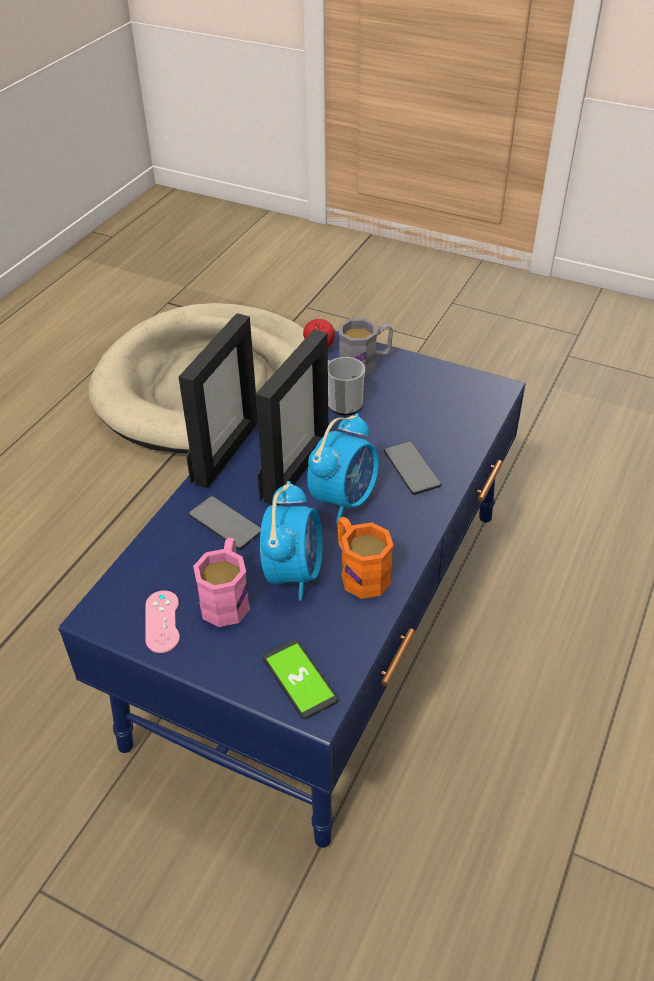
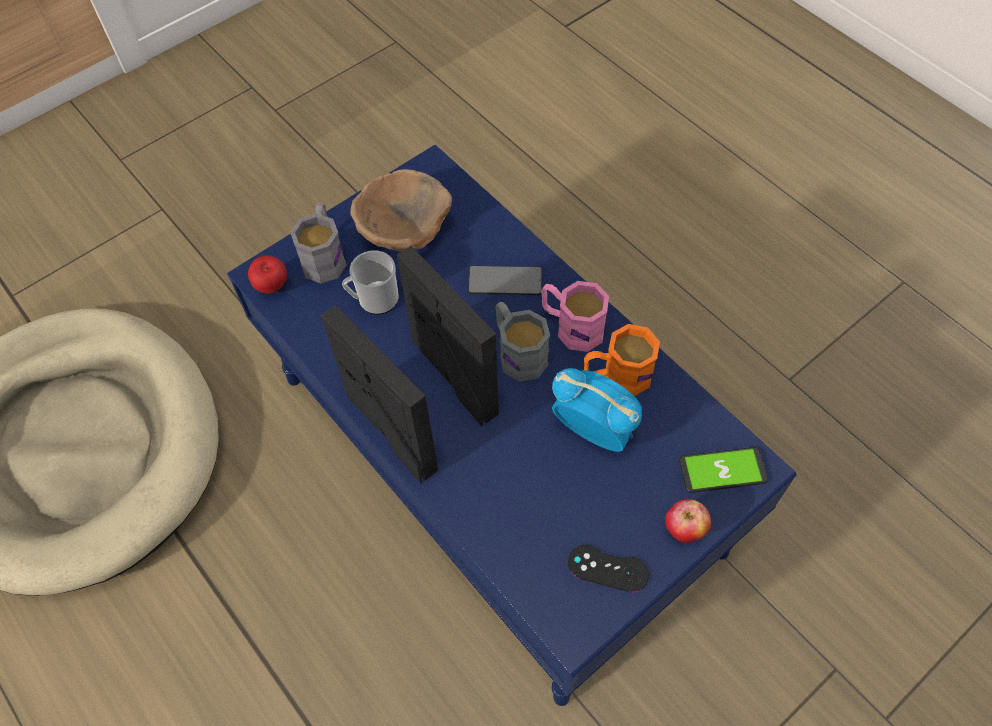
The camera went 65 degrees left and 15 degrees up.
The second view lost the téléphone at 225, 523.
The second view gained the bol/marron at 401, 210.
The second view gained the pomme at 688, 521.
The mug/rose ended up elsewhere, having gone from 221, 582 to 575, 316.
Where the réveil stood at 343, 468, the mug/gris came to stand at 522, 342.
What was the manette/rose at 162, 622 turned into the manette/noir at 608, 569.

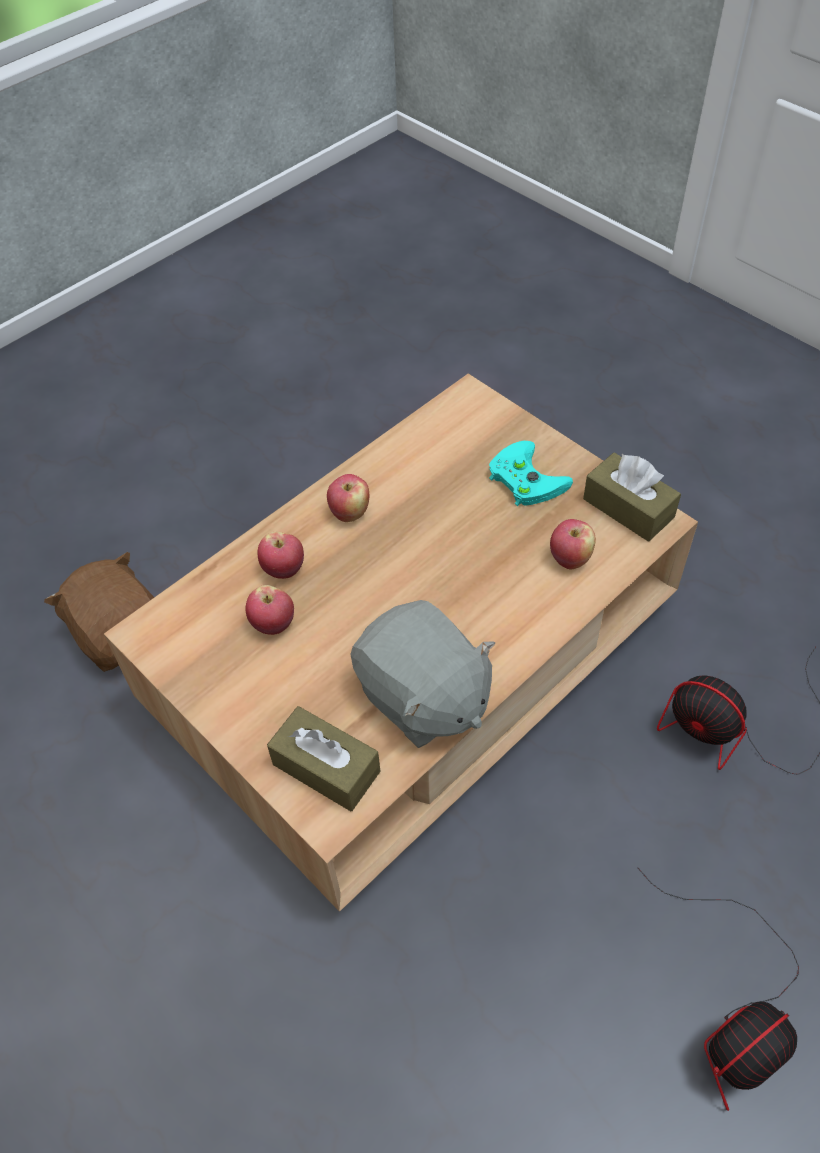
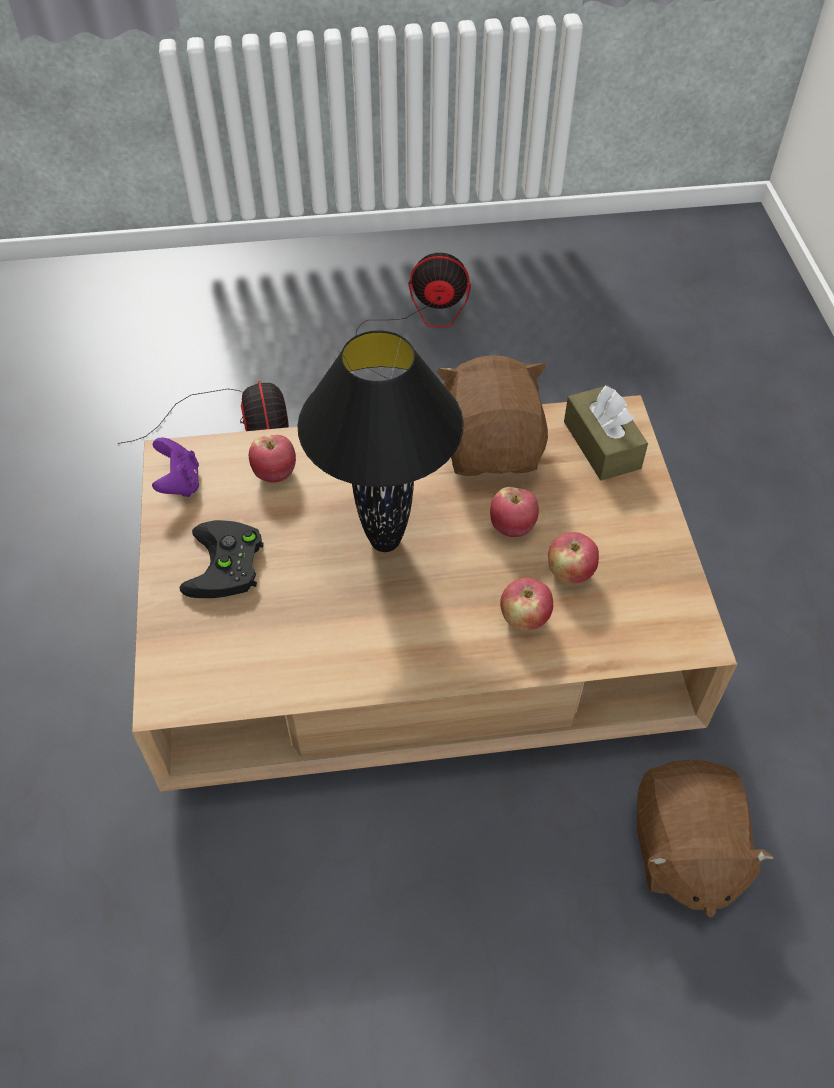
The camera went 145 degrees left and 0 degrees up.
The second view gained the lampe de table/noir at 381, 441.
The pomme ended up elsewhere, having gone from 348, 498 to 514, 512.
Where the boîte à mouchoirs/marron stood at 632, 497, the manette/violet came to stand at 175, 467.
What was the peluche/gris at 423, 674 turned into the peluche/marron at 492, 415.
What was the manette/turquoise at 531, 473 turned into the manette/noir at 221, 559.

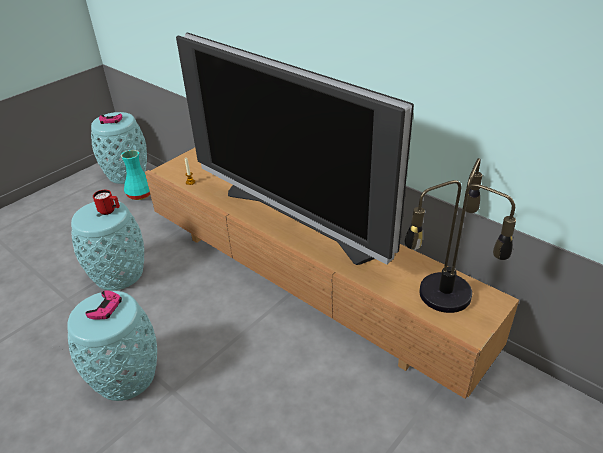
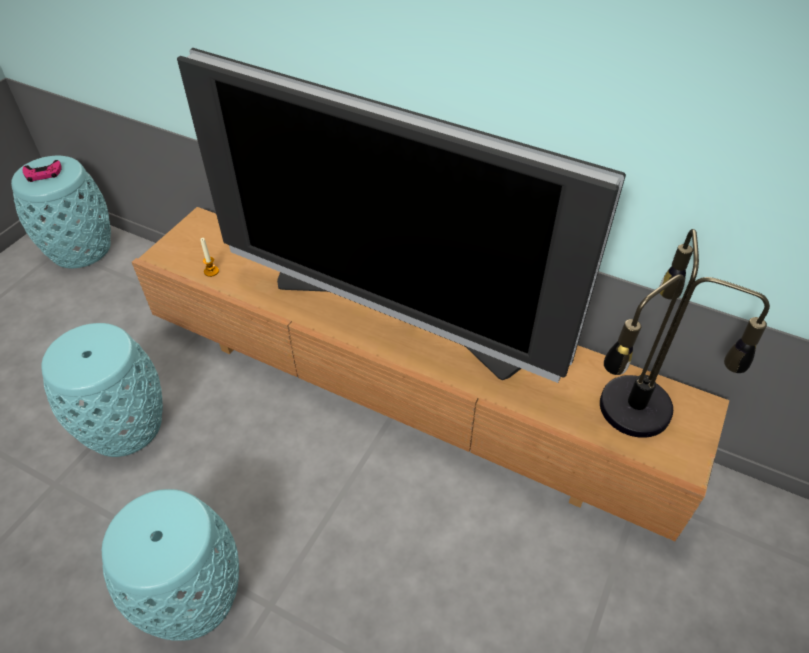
The camera went 15 degrees left and 10 degrees up.
The second view lost the manette/rose at 104, 305.
The second view lost the mug/rouge at 106, 202.
The second view lost the vase/turquoise at 135, 175.

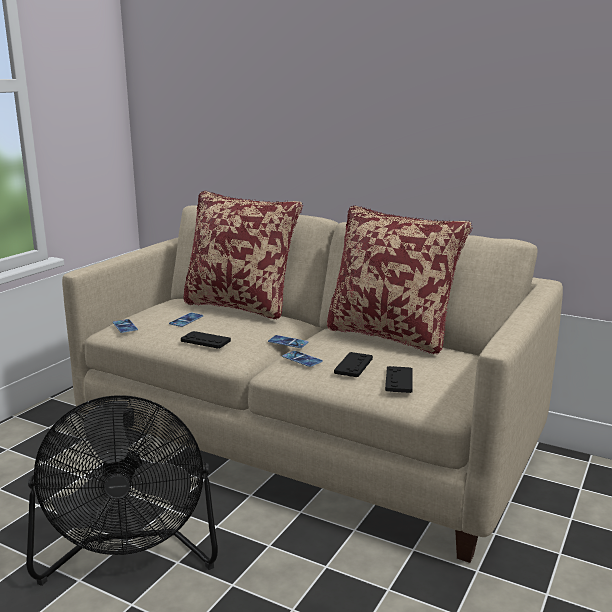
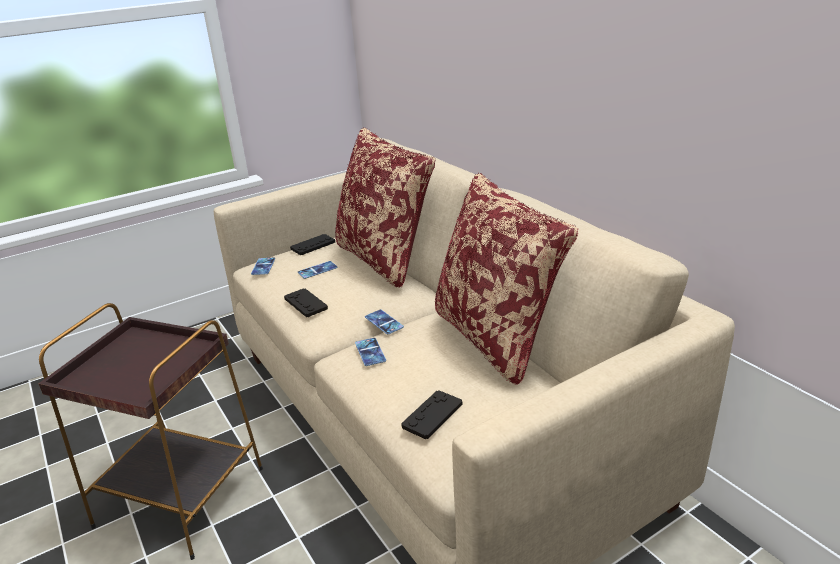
The camera went 30 degrees right and 10 degrees up.
The manette/noir ended up elsewhere, having gone from 353, 364 to 312, 244.
Where the ventilateur/noir stood at 122, 490, the table d'appoint/marron came to stand at 150, 431.

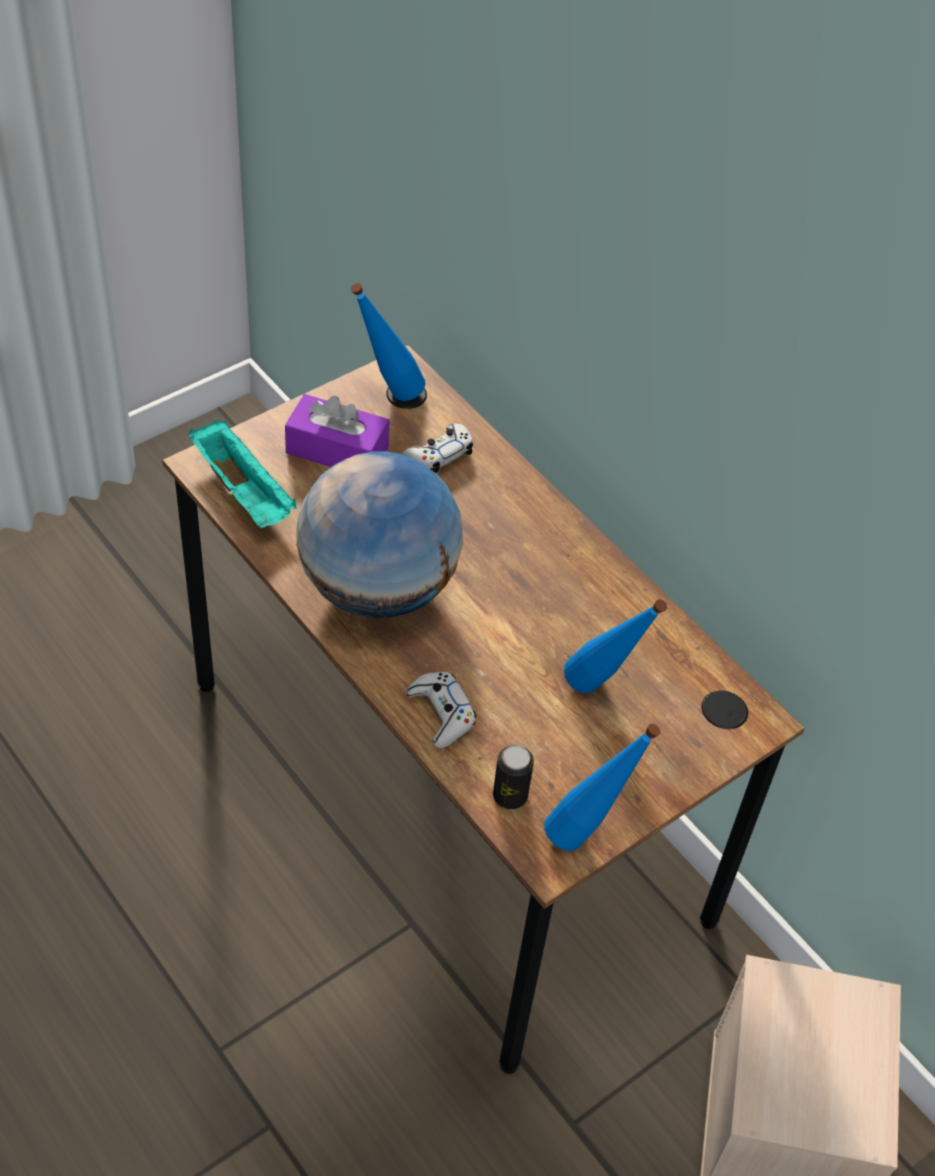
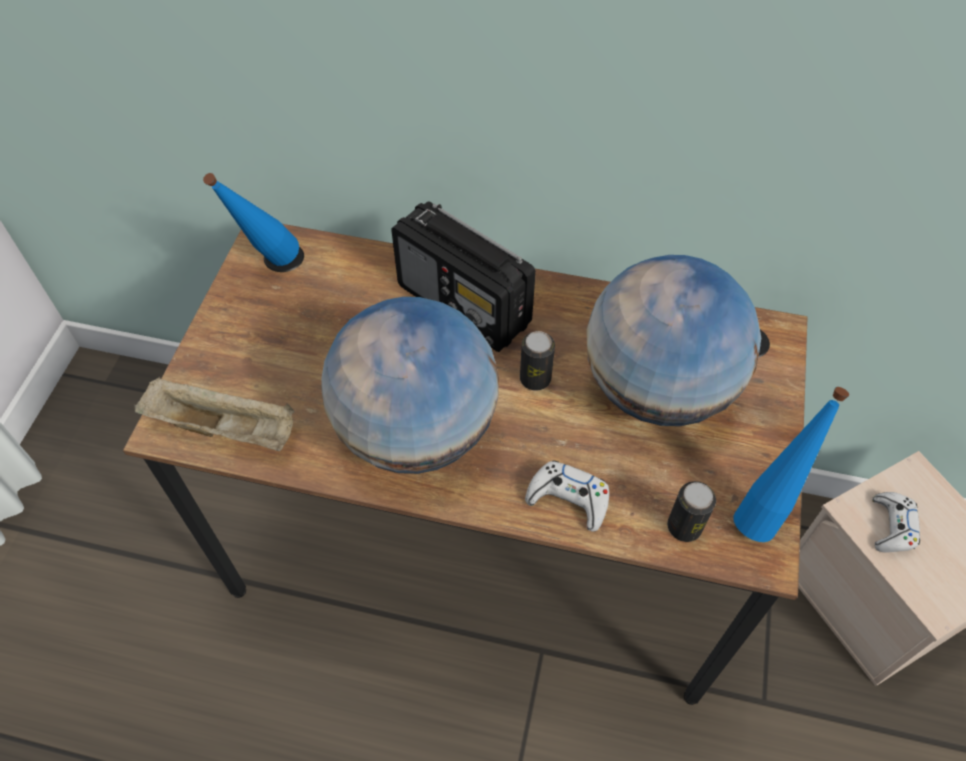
The camera went 35 degrees left and 5 degrees up.
The second view lost the boîte à mouchoirs/violet at 337, 430.
The second view gained the radio at 463, 276.
The second view gained the boîte métallique at 537, 361.
The manette/blanc ended up elsewhere, having gone from 438, 448 to 896, 522.
Where the bouteille/bleu stood at 615, 646, the globe came to stand at 673, 340.
What was the plateau/turquoise at 242, 474 turned into the plateau/beige at 214, 414.

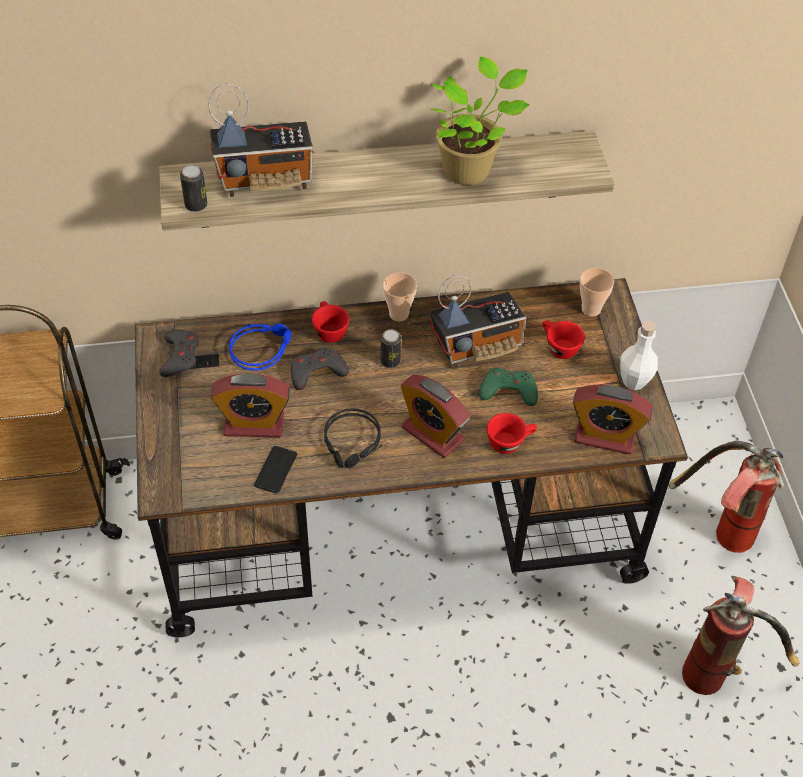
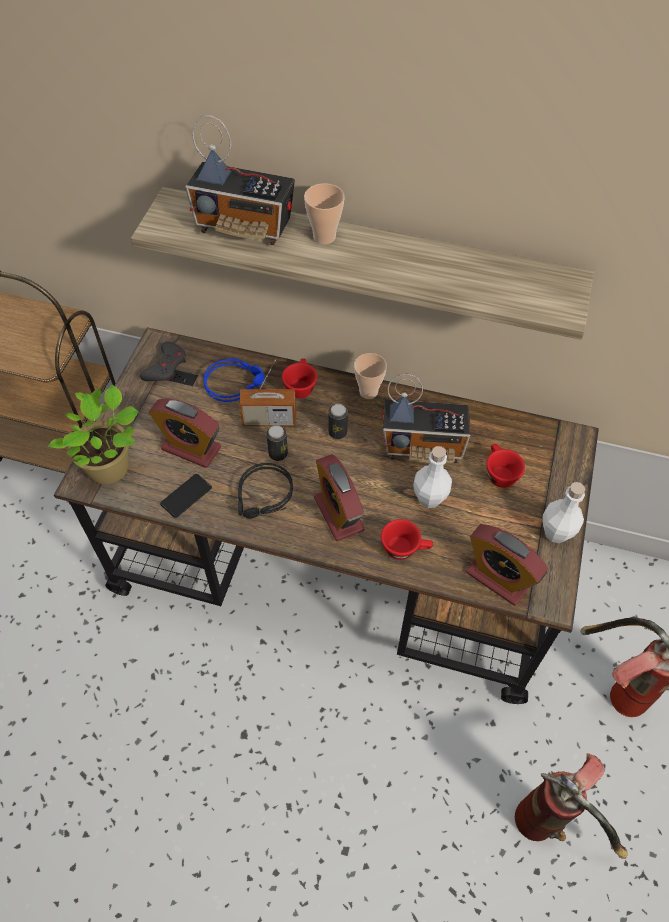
The camera went 25 degrees right and 5 degrees up.
The boîte métallique ended up elsewhere, having gone from 193, 188 to 277, 443.
The plante en pot ended up elsewhere, having gone from 479, 120 to 93, 434.
The tasse ended up elsewhere, having gone from 597, 292 to 324, 213.
Where the manette/gris stood at 320, 369, the radio came to stand at 267, 393.
Where the manette/vert stood at 508, 387, the bouteille/blanc came to stand at 432, 477.

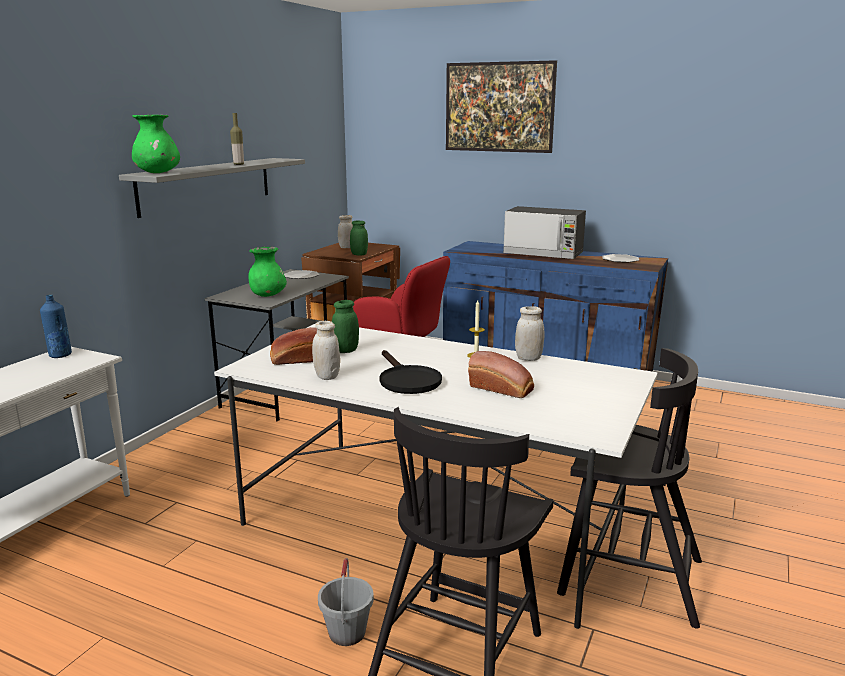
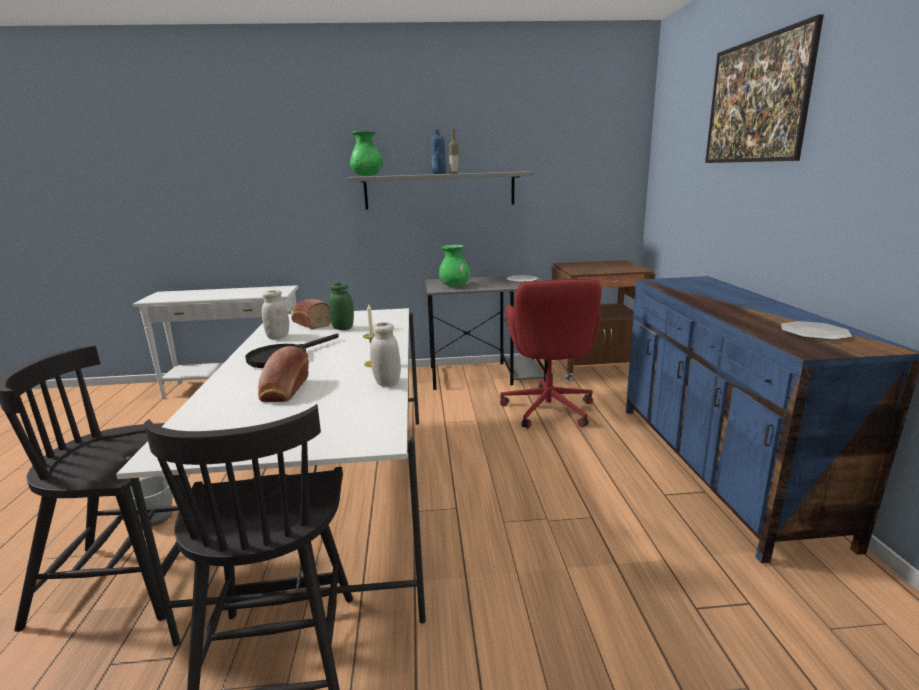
The camera went 60 degrees right and 0 degrees up.
The second view lost the bocal/blanc at 345, 231.
The second view lost the bocal/vert at 359, 238.
The second view lost the micro-ondes at 544, 232.
The bouteille/bleu ended up elsewhere, having gone from 56, 326 to 438, 152.

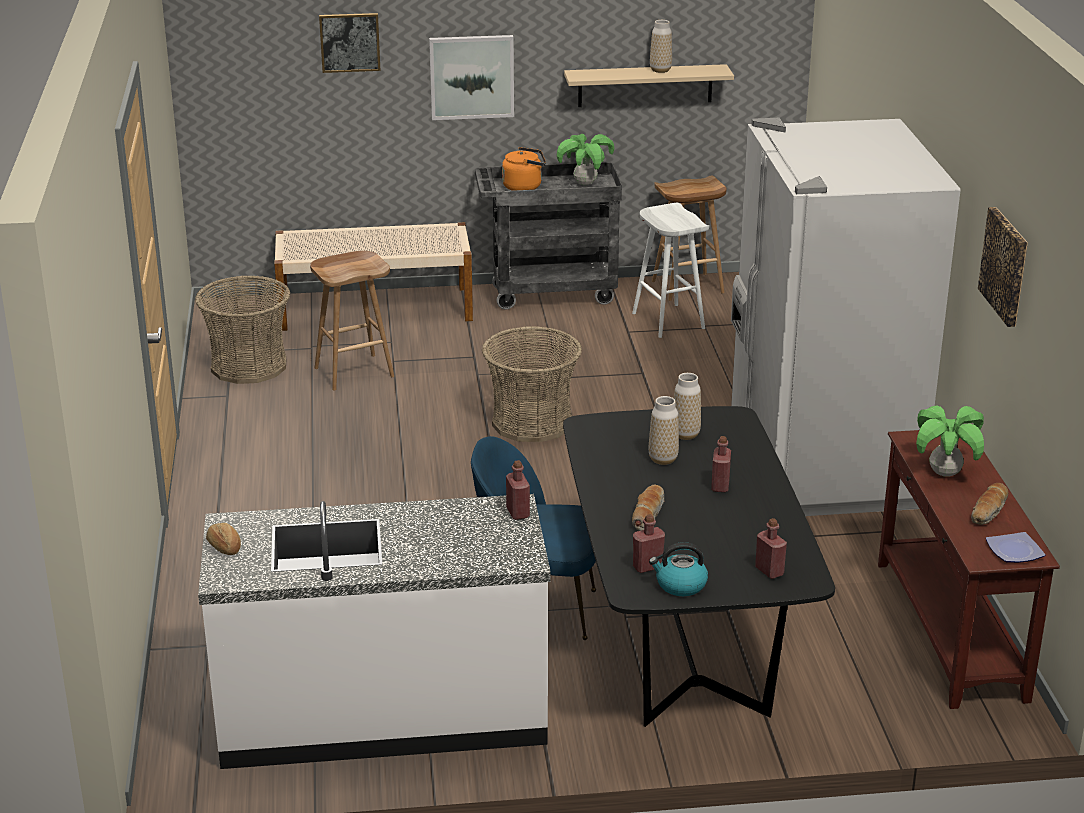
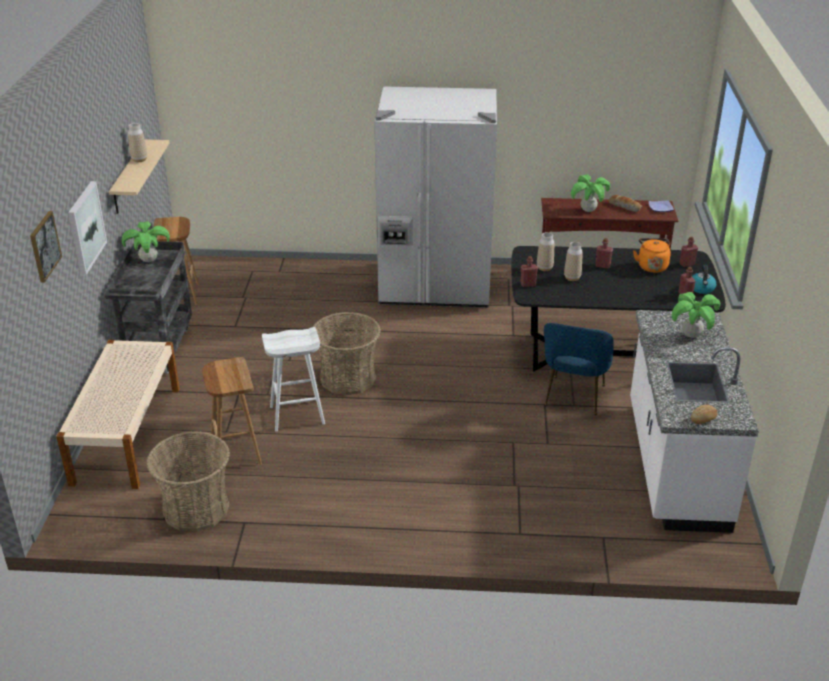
The camera went 80 degrees left and 5 degrees up.
The second view lost the pain at 648, 507.
The second view lost the tableau at 1003, 267.
The second view gained the plante en pot at 696, 315.
The bouilloire/orange ended up elsewhere, having gone from 524, 169 to 652, 255.
The bouteille/rouge ended up elsewhere, having gone from 518, 490 to 529, 271.
The tabouret/blanc ended up elsewhere, having gone from 670, 270 to 293, 379.

